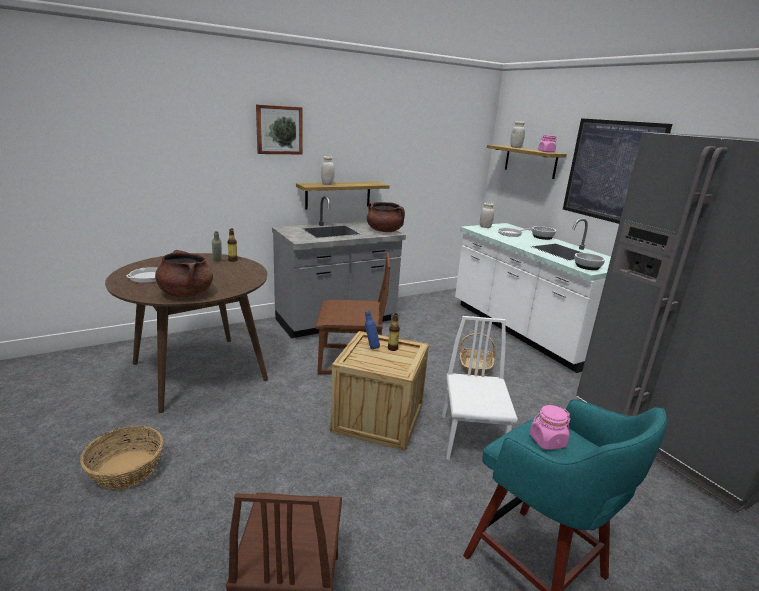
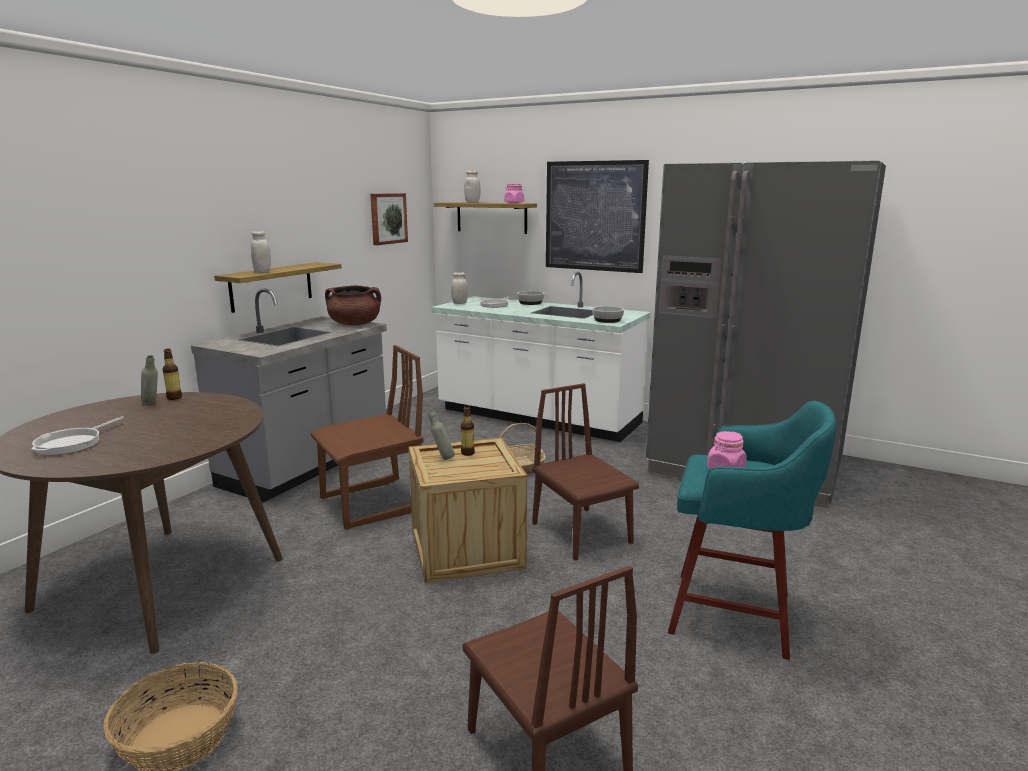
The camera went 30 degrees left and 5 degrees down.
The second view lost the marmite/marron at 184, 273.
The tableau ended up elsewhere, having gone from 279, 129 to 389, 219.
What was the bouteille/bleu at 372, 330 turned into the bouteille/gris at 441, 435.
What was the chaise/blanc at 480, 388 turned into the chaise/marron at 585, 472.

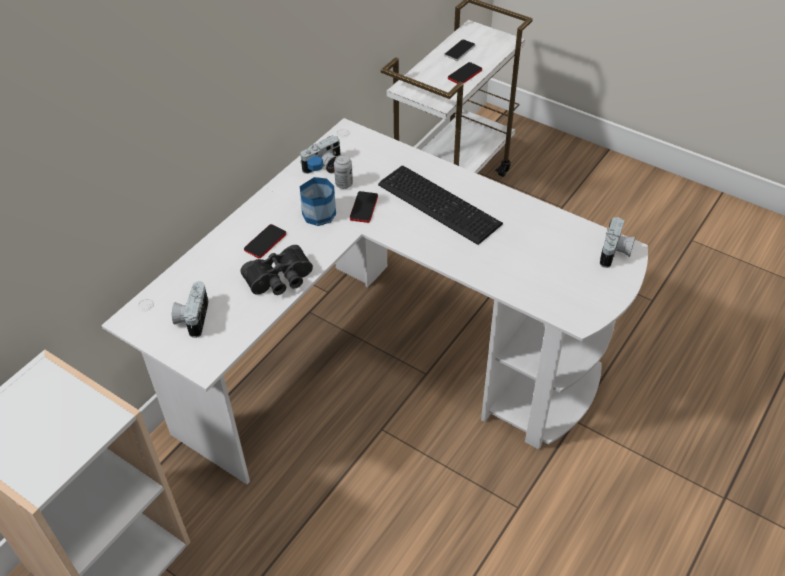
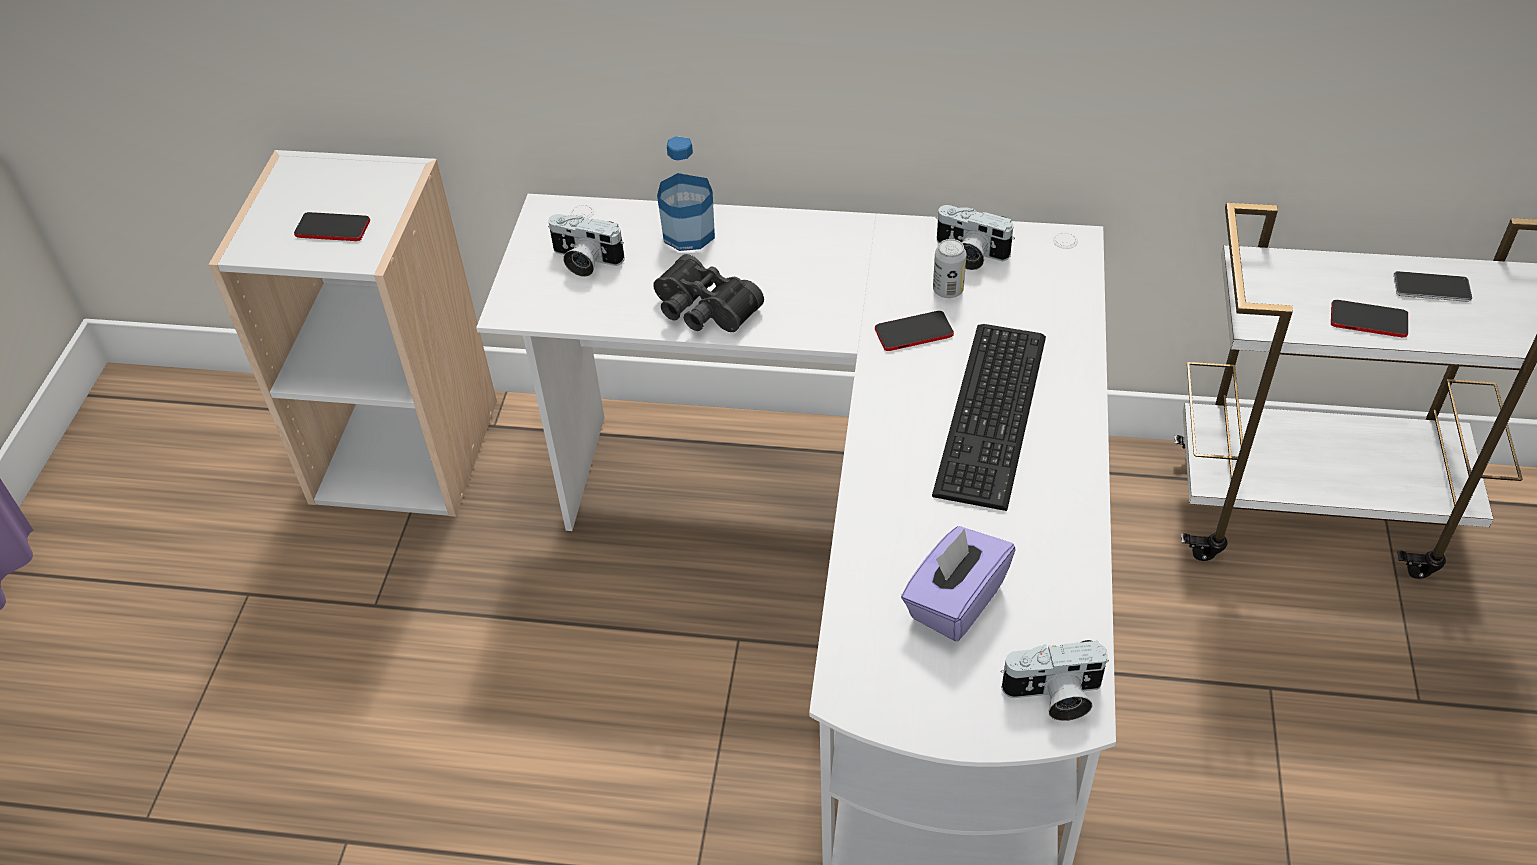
The camera went 65 degrees right and 0 degrees up.
The second view gained the boîte à mouchoirs/violet at 958, 583.
The téléphone ended up elsewhere, having gone from 265, 241 to 332, 226.
The bouteille ended up elsewhere, having gone from 318, 191 to 686, 193.
The appareil photo at 190, 309 ended up facing another way, 135 degrees counterclockwise from before.

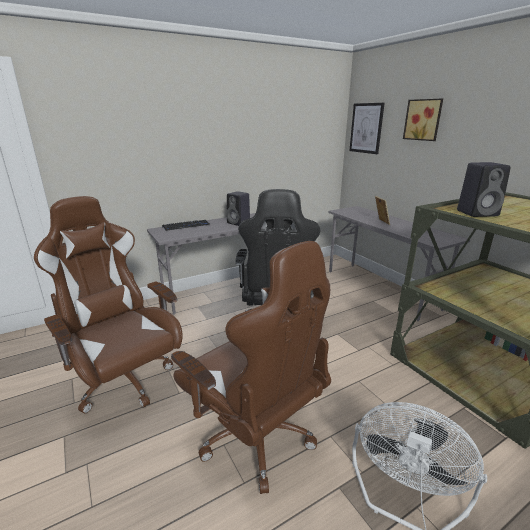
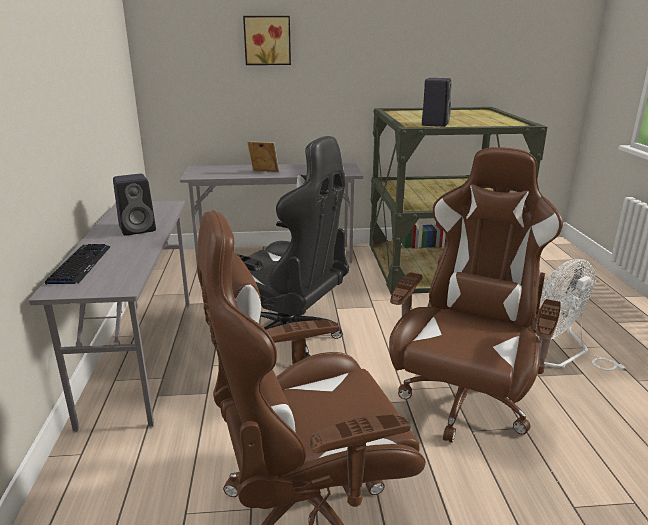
The camera went 65 degrees left and 0 degrees up.
The second view lost the tableau at 367, 128.
The chaise de bureau/marron at 251, 367 ended up facing another way, 45 degrees counterclockwise from before.

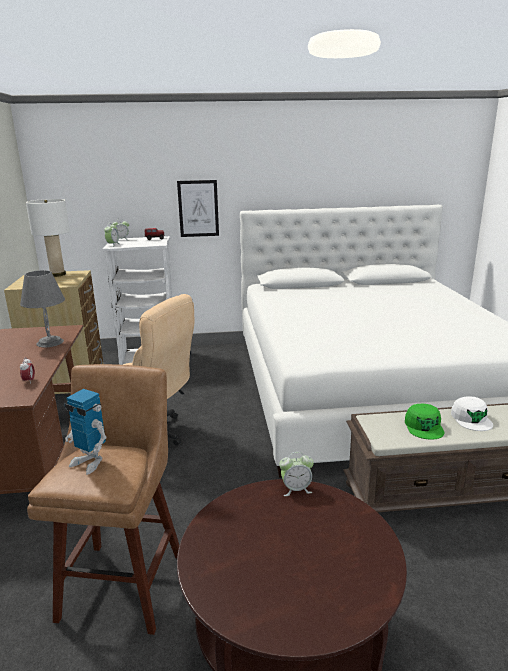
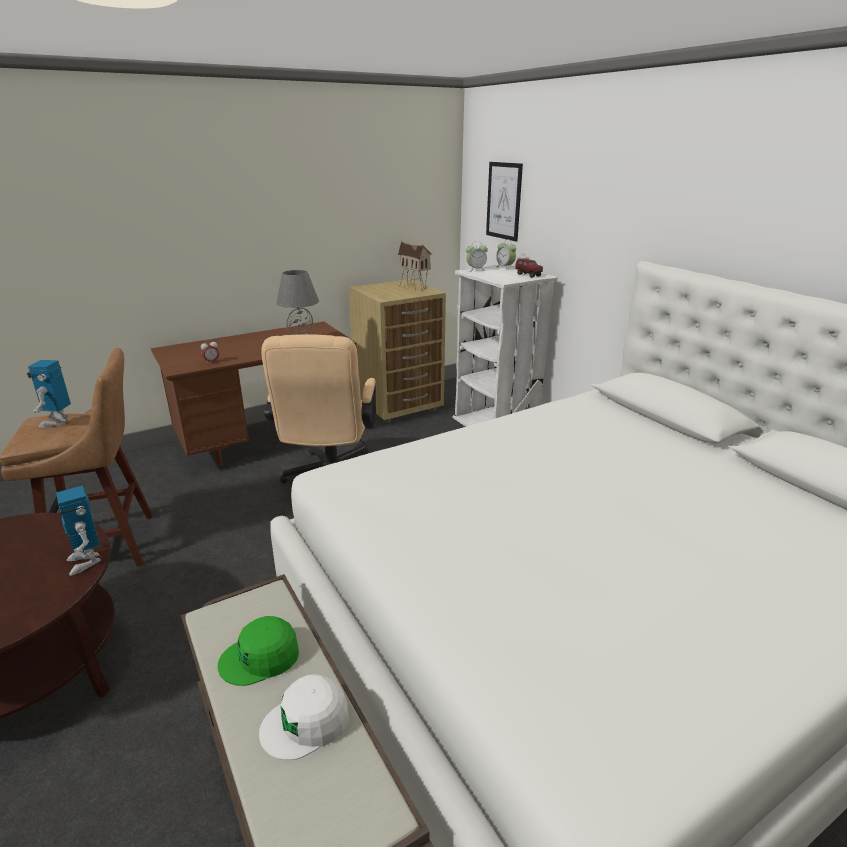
The camera went 65 degrees right and 5 degrees up.
The tableau ended up elsewhere, having gone from 198, 208 to 504, 201.
Where the lampe de table/blanc stood at 48, 238, the maison miniature came to stand at 415, 266.
Where the réveil stood at 296, 474, the robot jouet came to stand at 78, 530.

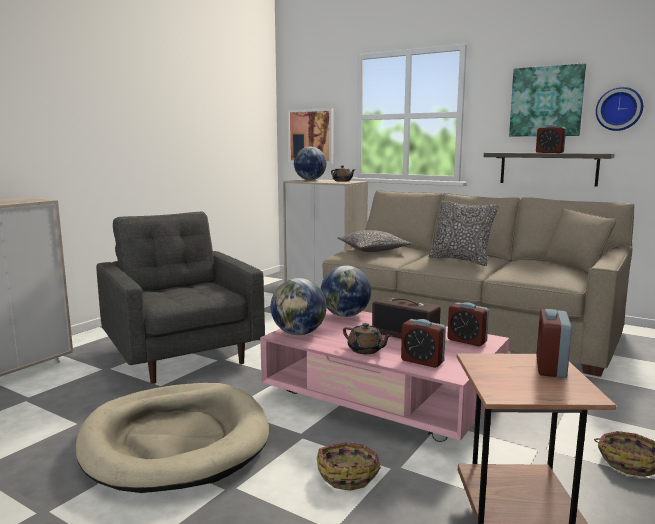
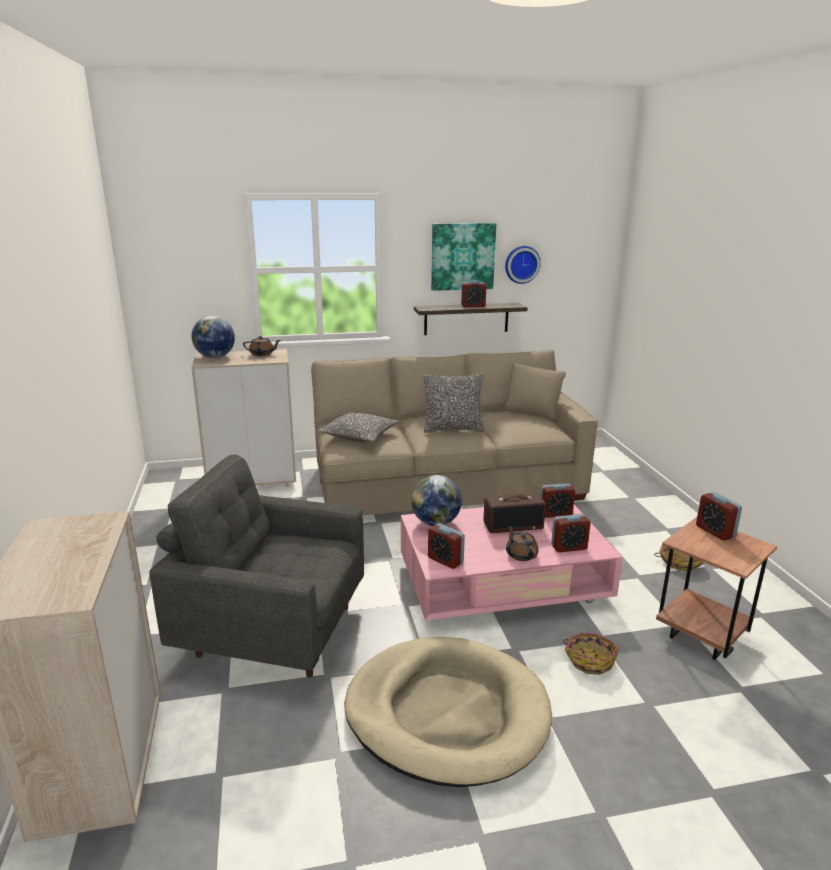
The camera went 45 degrees left and 10 degrees up.
The second view lost the tableau at 310, 136.
Where the globe stood at 299, 306, the réveil came to stand at 446, 546.
The théière/marron at 368, 338 ended up facing another way, 105 degrees counterclockwise from before.

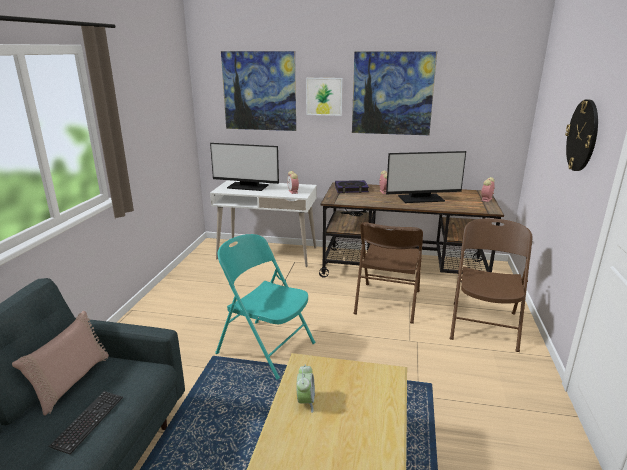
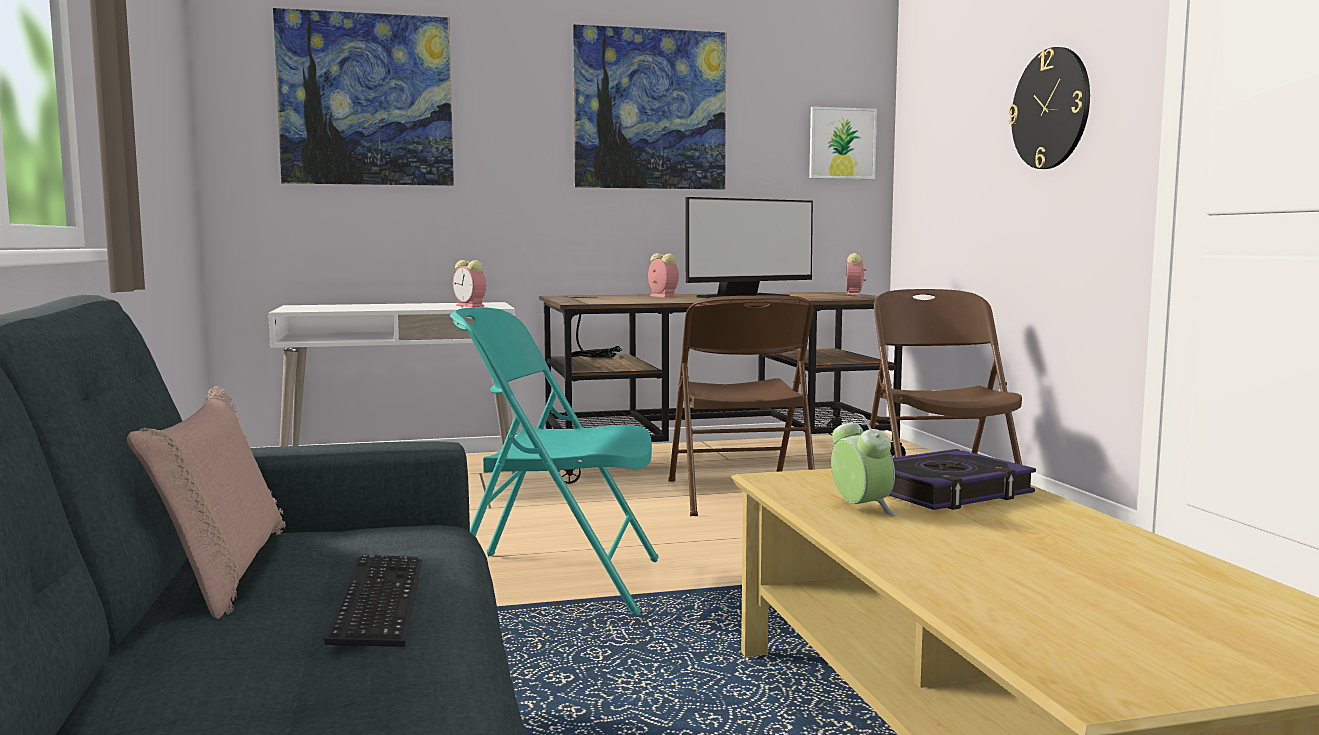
The camera went 25 degrees left and 15 degrees down.
The second view lost the écran d'ordinateur at 244, 167.
The tableau ended up elsewhere, having gone from 324, 97 to 843, 143.
The livre ended up elsewhere, having gone from 352, 186 to 962, 479.

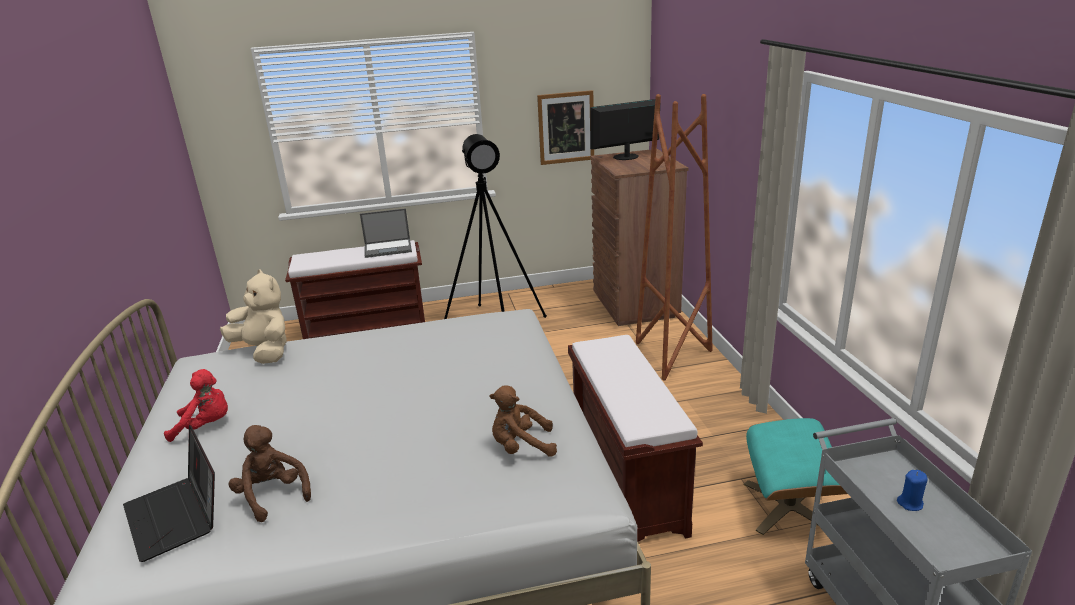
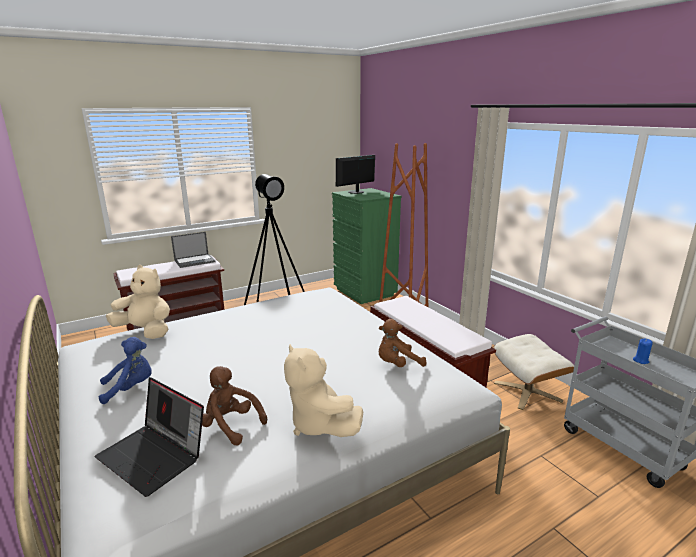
The camera went 20 degrees left and 5 degrees down.
The second view lost the tableau at 565, 127.
The second view gained the peluche/beige at 323, 390.
What was the peluche/rouge at 196, 405 turned into the peluche/bleu at 125, 370.
What was the commode/marron at 639, 237 turned into the commode/vert at 367, 246.
What was the pouf/turquoise at 795, 476 turned into the pouf/beige at 534, 372.

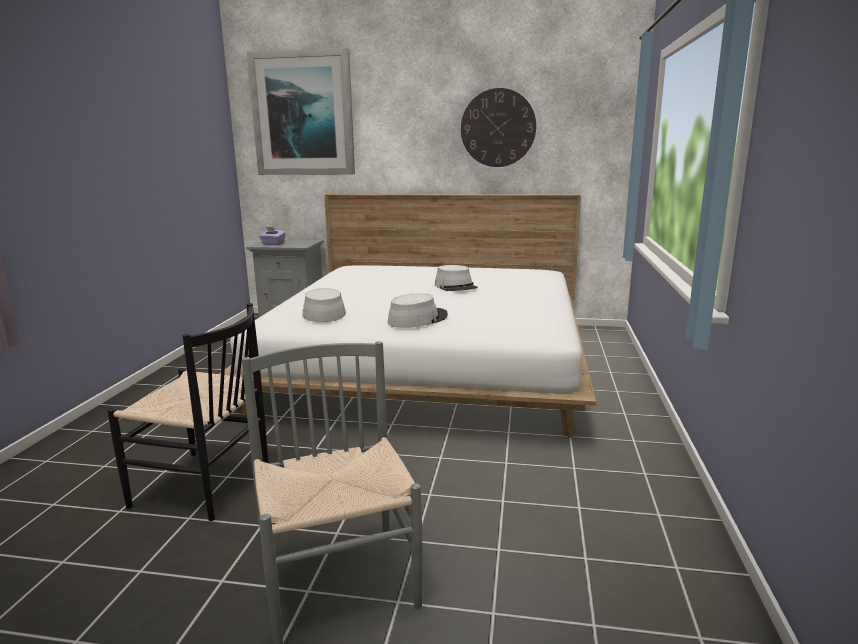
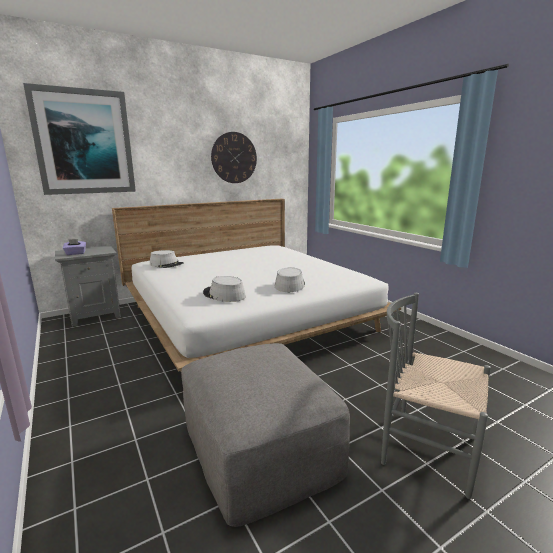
The camera went 40 degrees left and 0 degrees up.
The chapeau/gris ended up elsewhere, having gone from 456, 278 to 167, 259.
Where the chaise/noir stood at 188, 412, the pouf/gris came to stand at 265, 435.

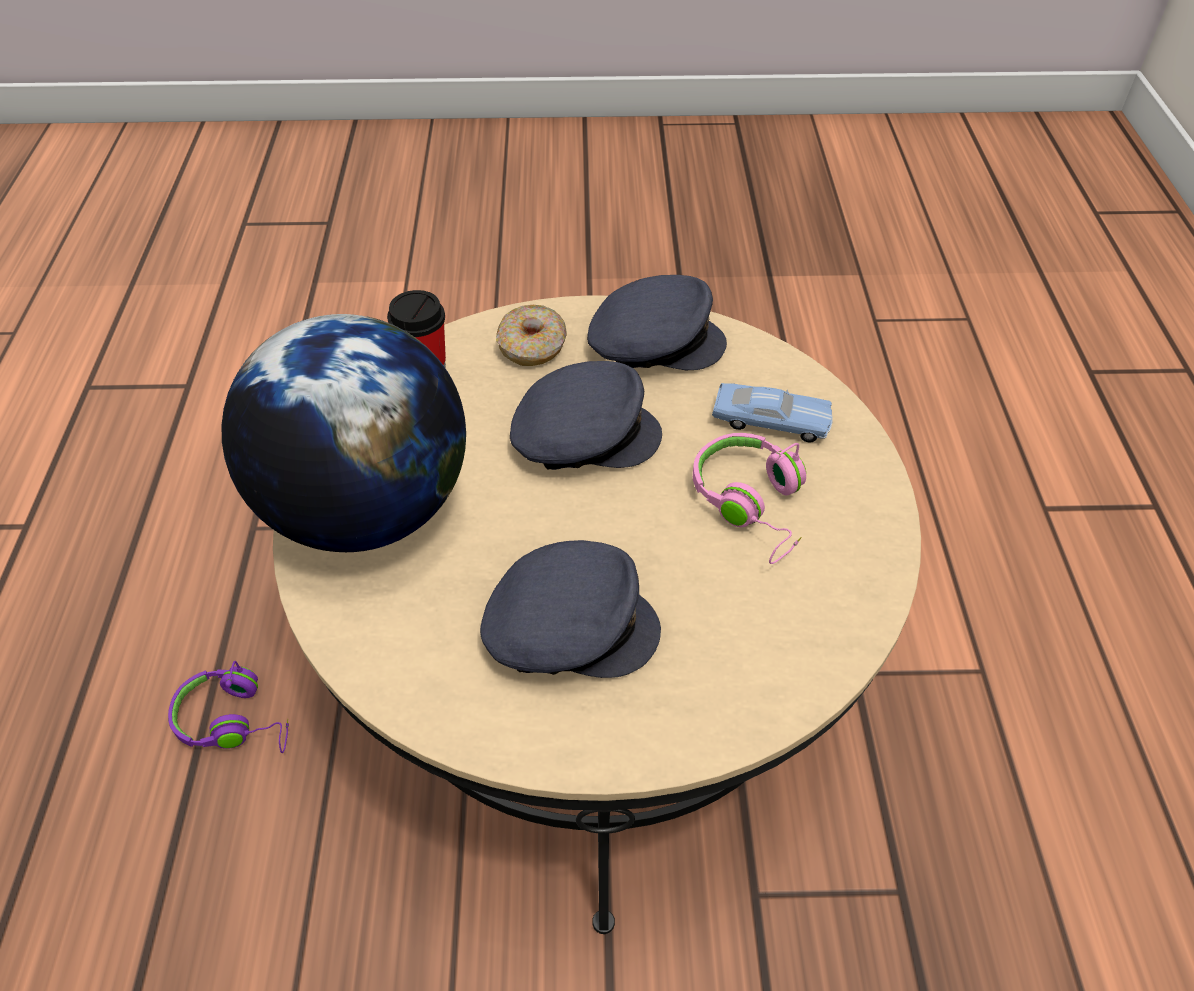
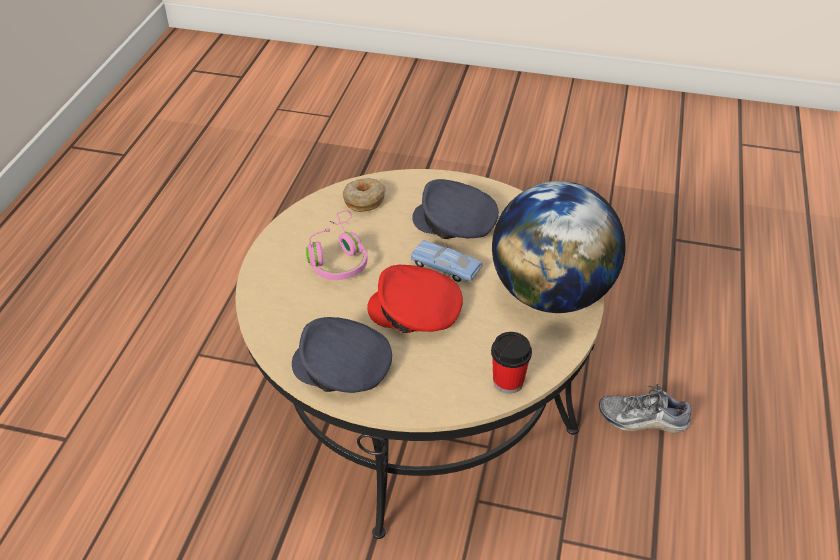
The camera went 165 degrees left and 5 degrees down.
The beignet ended up elsewhere, having gone from 531, 335 to 364, 195.
The petite voiture/bleu ended up elsewhere, having gone from 772, 413 to 446, 261.
Where the casque audio/violet stood at 228, 707, the chaussure came to stand at 646, 408.
What was the casquette/gris at 586, 415 turned into the casquette/rouge at 415, 299.

